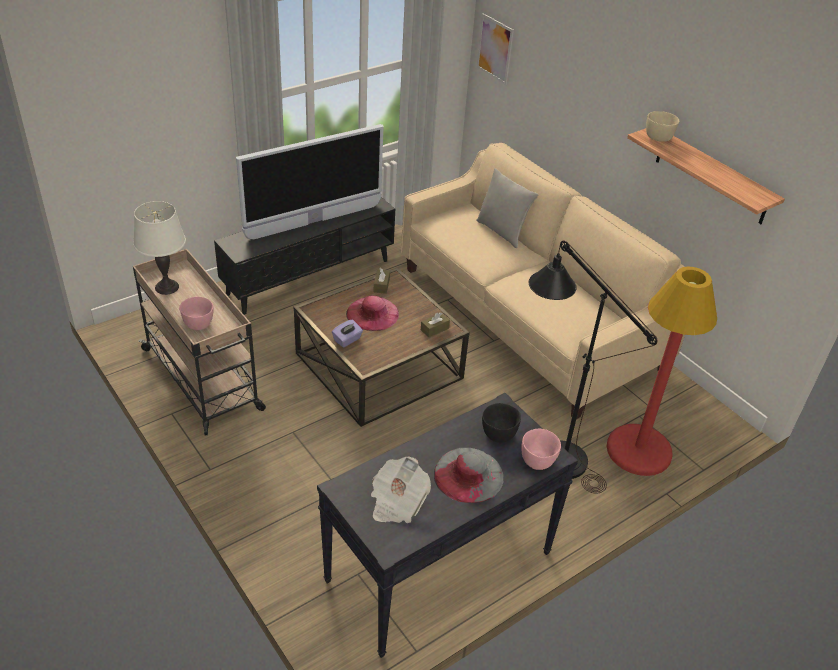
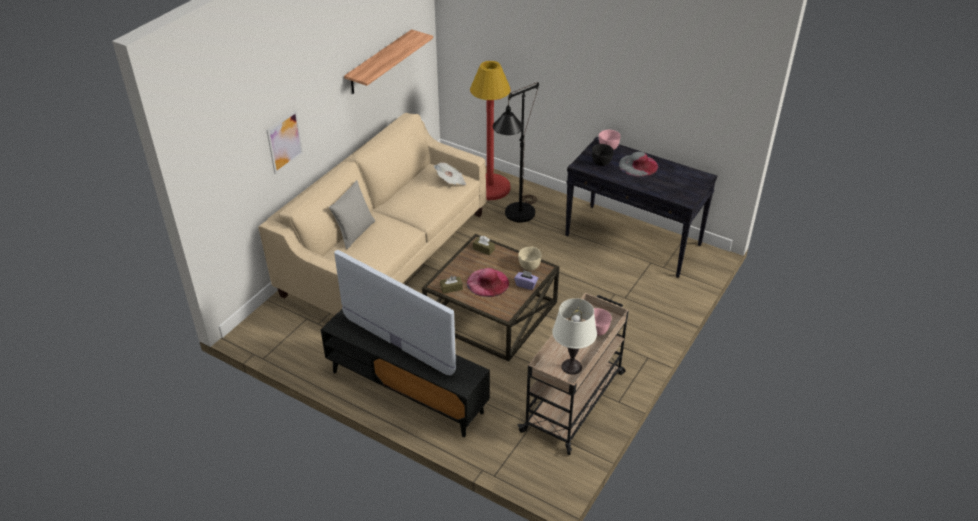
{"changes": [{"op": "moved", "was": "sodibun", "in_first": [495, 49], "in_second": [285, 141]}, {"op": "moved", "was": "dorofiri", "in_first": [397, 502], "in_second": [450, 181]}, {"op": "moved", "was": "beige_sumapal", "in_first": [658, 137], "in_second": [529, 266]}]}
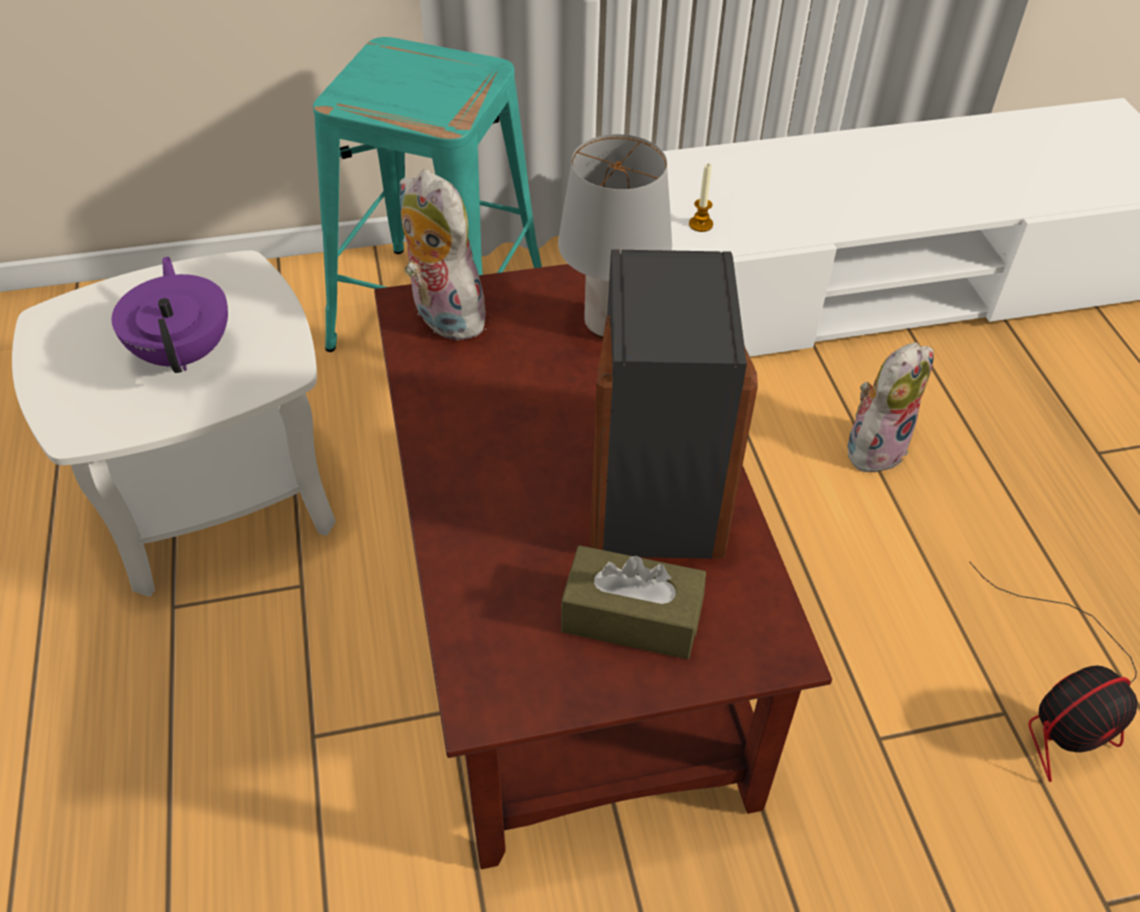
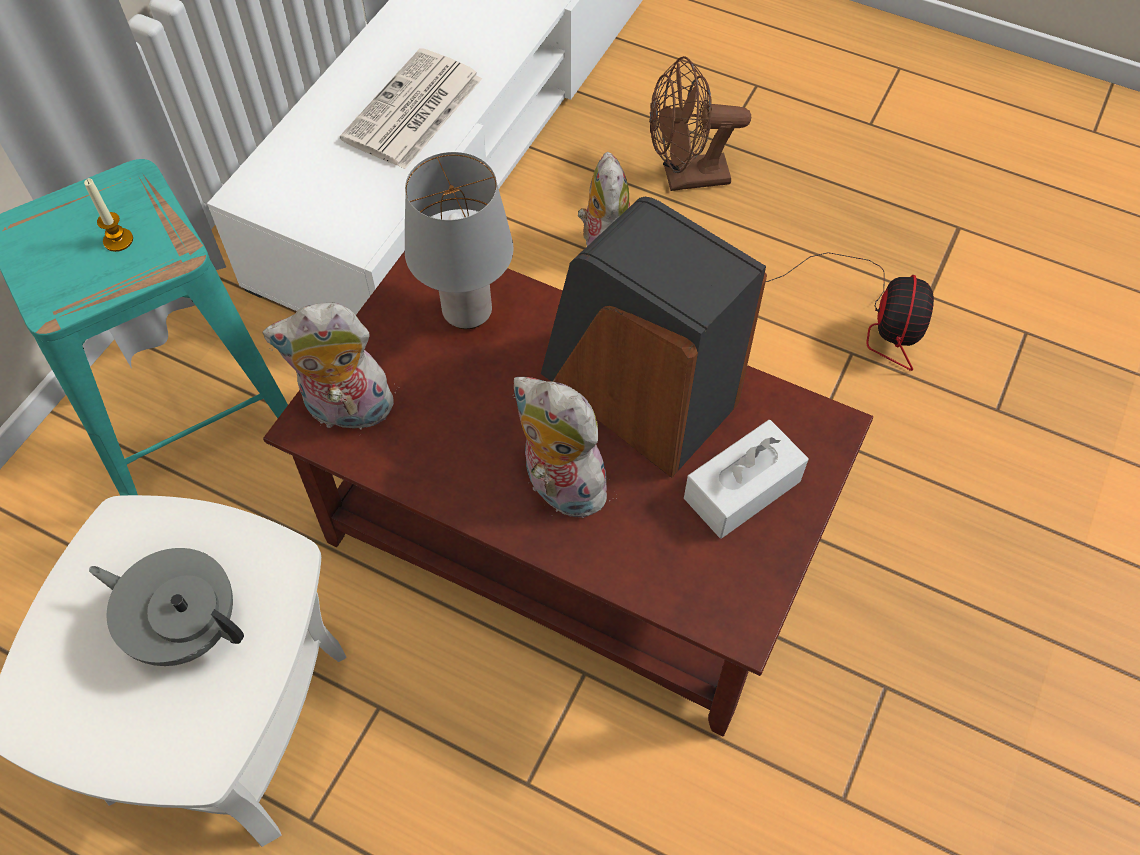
{"changes": [{"op": "moved", "was": "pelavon", "in_first": [700, 224], "in_second": [118, 240]}, {"op": "recoloured", "was": "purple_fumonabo", "now": "grey_fumonabo", "in_first": [185, 351], "in_second": [186, 625]}, {"op": "added", "now": "dorofiri", "in_second": [412, 111]}, {"op": "added", "now": "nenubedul", "in_second": [558, 487]}, {"op": "added", "now": "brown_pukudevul", "in_second": [685, 177]}, {"op": "recoloured", "was": "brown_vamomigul", "now": "white_vamomigul", "in_first": [631, 617], "in_second": [742, 489]}]}
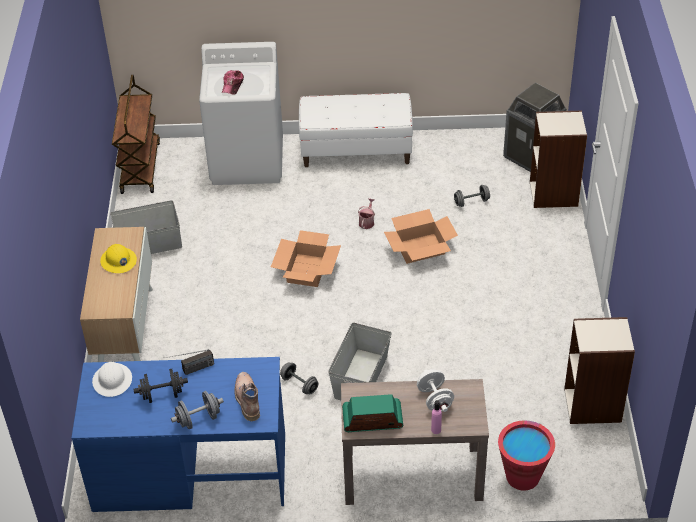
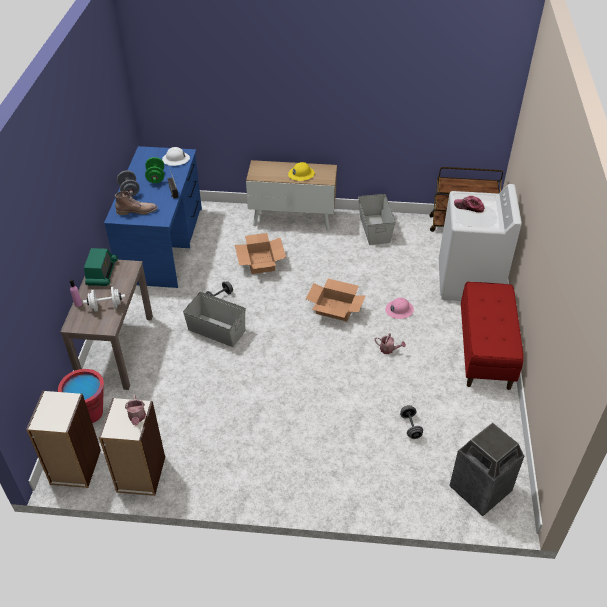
{"changes": [{"op": "moved", "was": "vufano", "in_first": [554, 194], "in_second": [75, 467]}, {"op": "added", "now": "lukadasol", "in_second": [137, 418]}, {"op": "recoloured", "was": "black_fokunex", "now": "green_fokunex", "in_first": [162, 395], "in_second": [156, 178]}, {"op": "moved", "was": "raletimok", "in_first": [420, 248], "in_second": [260, 262]}, {"op": "added", "now": "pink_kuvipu", "in_second": [399, 310]}, {"op": "recoloured", "was": "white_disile", "now": "red_disile", "in_first": [356, 150], "in_second": [485, 351]}]}
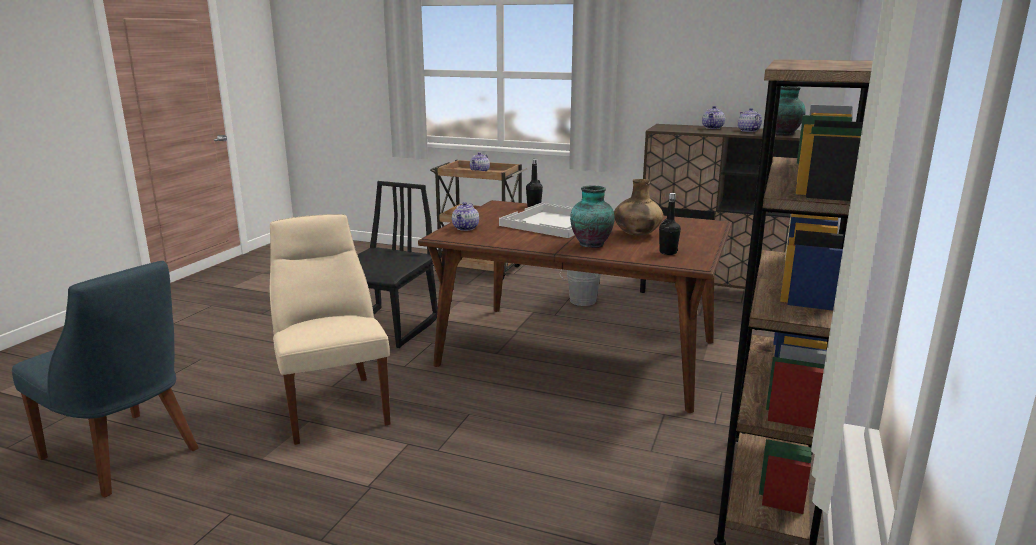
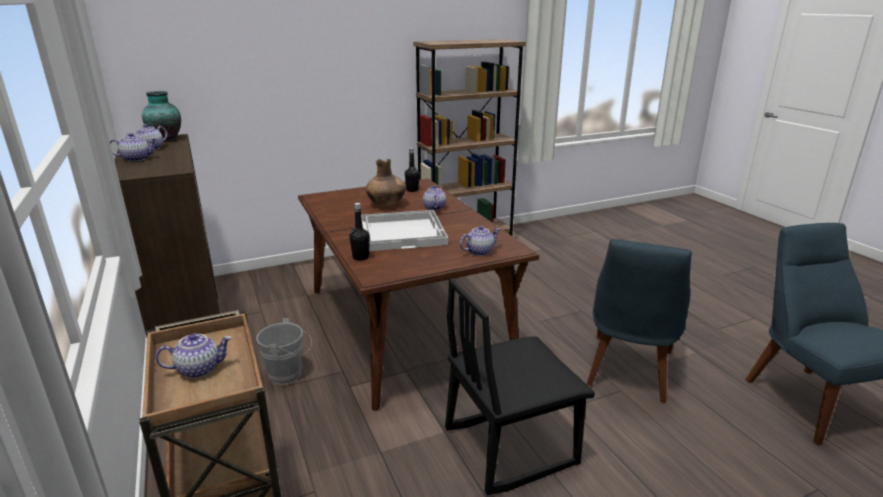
{"changes": [{"op": "replaced", "was": "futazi", "now": "fumonabo", "in_first": [591, 244], "in_second": [434, 207]}, {"op": "recoloured", "was": "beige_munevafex", "now": "blue_munevafex", "in_first": [333, 405], "in_second": [628, 370]}]}
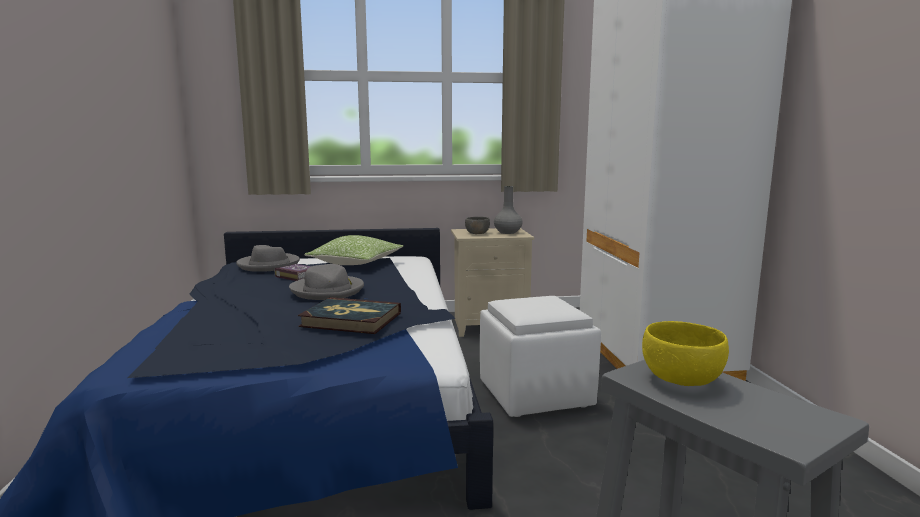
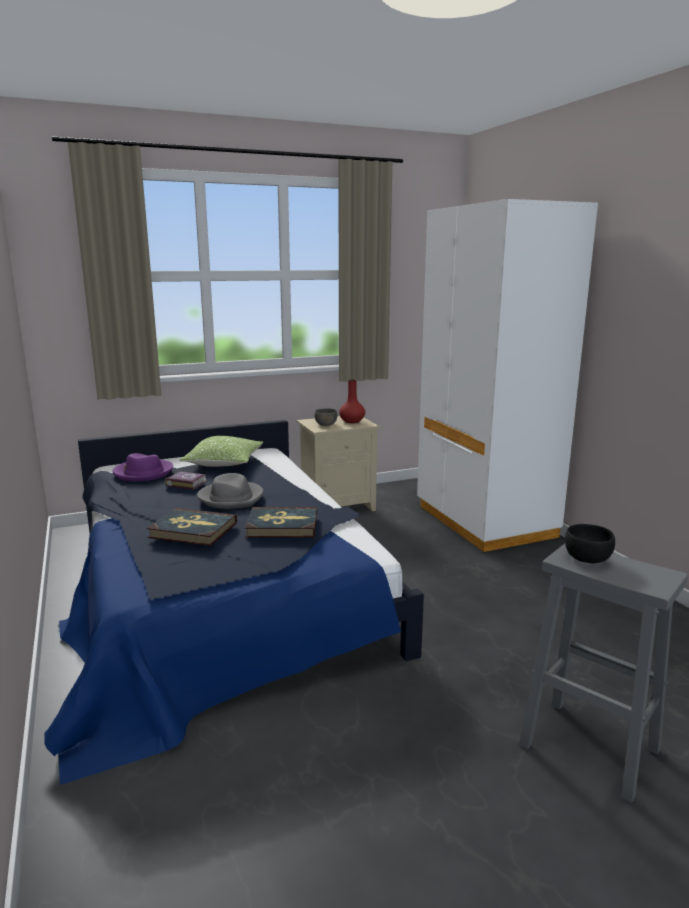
{"changes": [{"op": "recoloured", "was": "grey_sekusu", "now": "purple_sekusu", "in_first": [268, 265], "in_second": [143, 472]}, {"op": "added", "now": "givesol", "in_second": [193, 530]}, {"op": "recoloured", "was": "grey_futazi", "now": "red_futazi", "in_first": [508, 232], "in_second": [352, 421]}, {"op": "recoloured", "was": "yellow_sumapal", "now": "black_sumapal", "in_first": [682, 378], "in_second": [588, 558]}, {"op": "removed", "was": "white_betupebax", "in_first": [536, 394]}]}
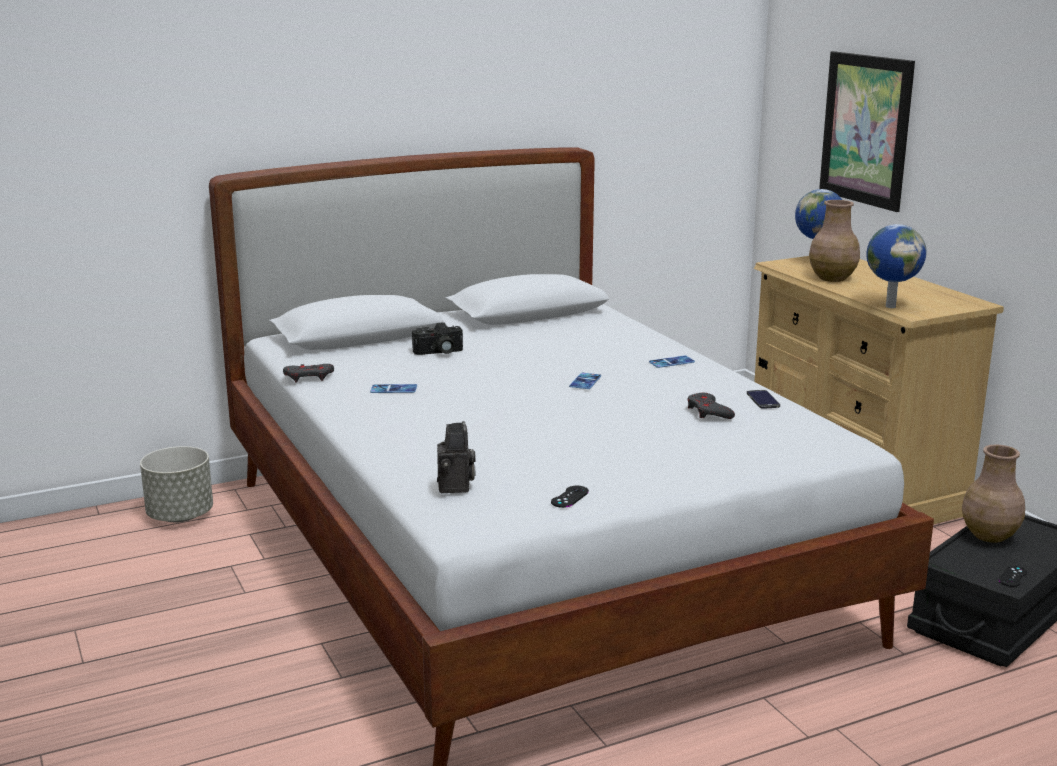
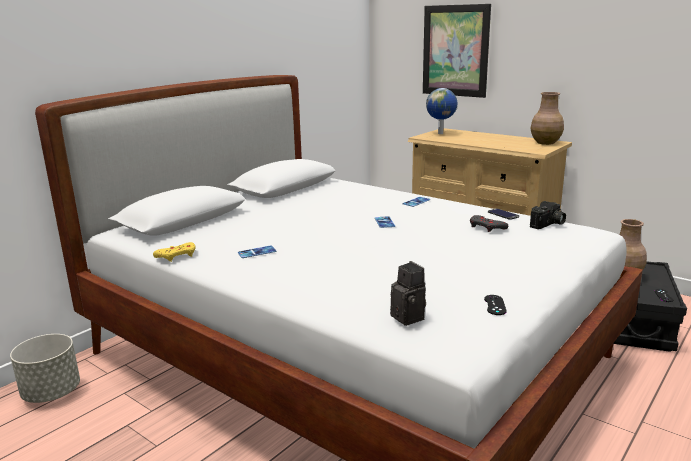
{"changes": [{"op": "recoloured", "was": "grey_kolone", "now": "yellow_kolone", "in_first": [309, 377], "in_second": [177, 255]}, {"op": "moved", "was": "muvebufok", "in_first": [438, 352], "in_second": [548, 224]}, {"op": "moved", "was": "brown_futazi", "in_first": [832, 278], "in_second": [545, 142]}, {"op": "removed", "was": "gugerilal", "in_first": [890, 306]}]}
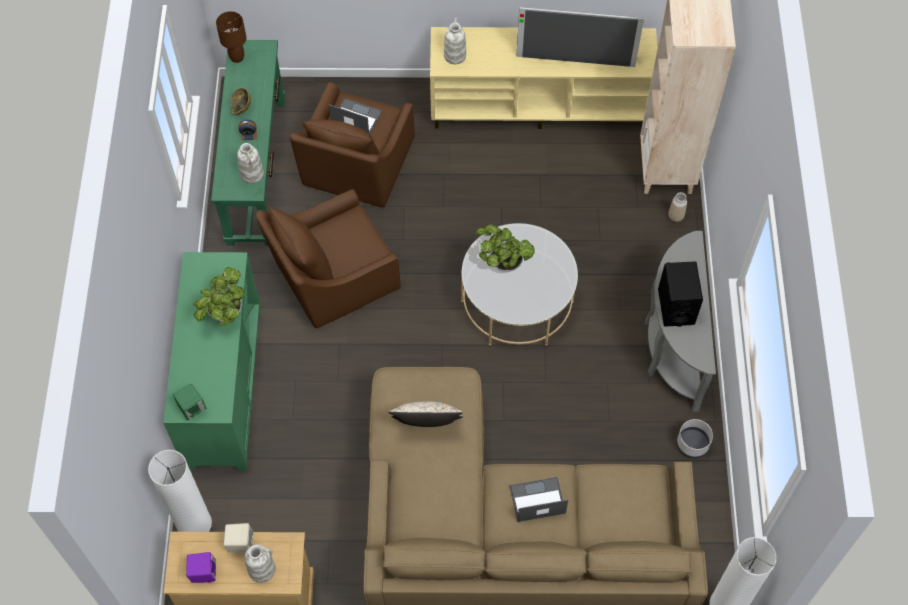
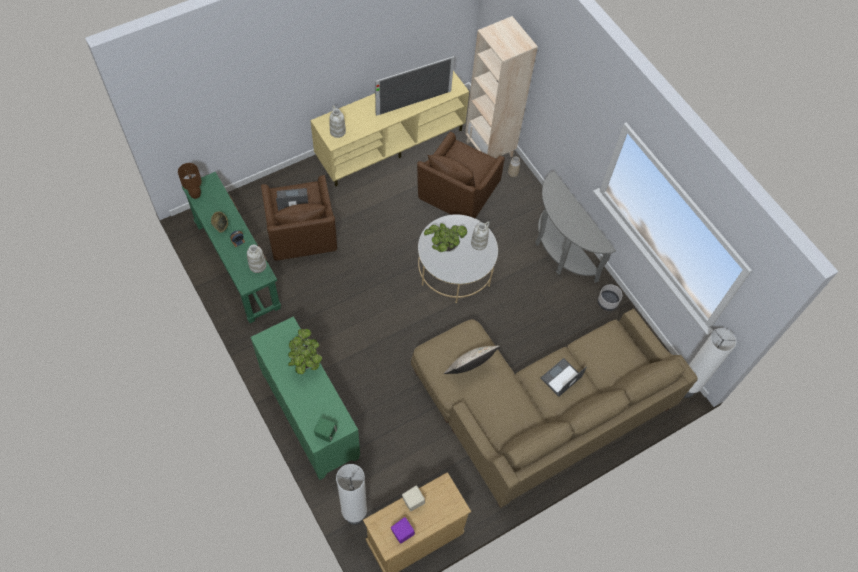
{"changes": [{"op": "moved", "was": "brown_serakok", "in_first": [332, 277], "in_second": [457, 192]}, {"op": "moved", "was": "white_futazi", "in_first": [262, 569], "in_second": [479, 243]}, {"op": "removed", "was": "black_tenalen", "in_first": [676, 306]}]}
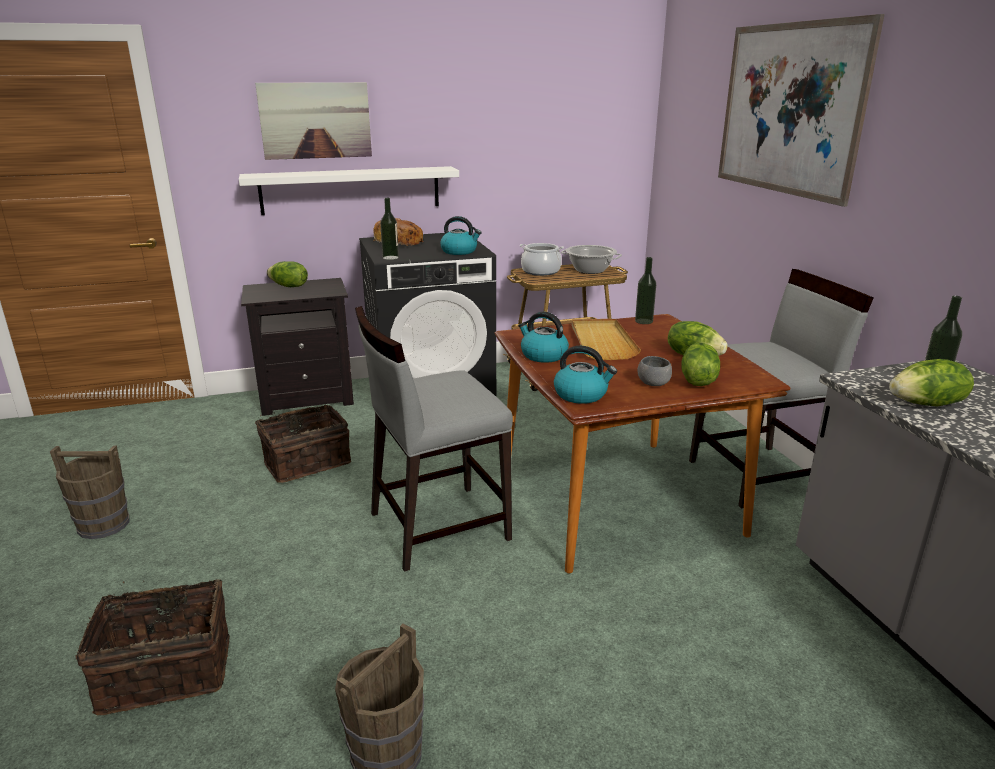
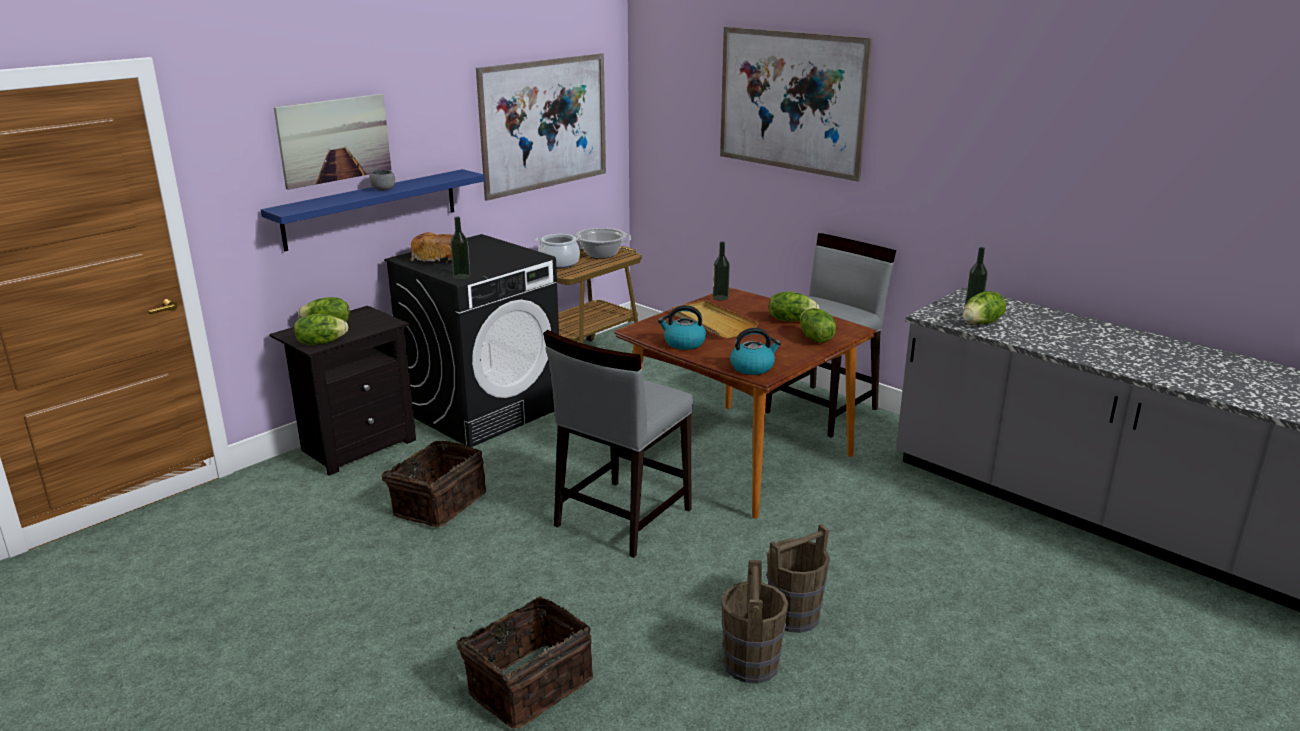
{"changes": [{"op": "recoloured", "was": "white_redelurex", "now": "blue_redelurex", "in_first": [351, 190], "in_second": [371, 209]}, {"op": "added", "now": "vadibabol", "in_second": [320, 342]}, {"op": "moved", "was": "grey_sumapal", "in_first": [653, 383], "in_second": [383, 189]}, {"op": "added", "now": "sodibun", "in_second": [545, 124]}, {"op": "moved", "was": "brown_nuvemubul", "in_first": [103, 524], "in_second": [793, 616]}, {"op": "removed", "was": "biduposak", "in_first": [459, 251]}]}
